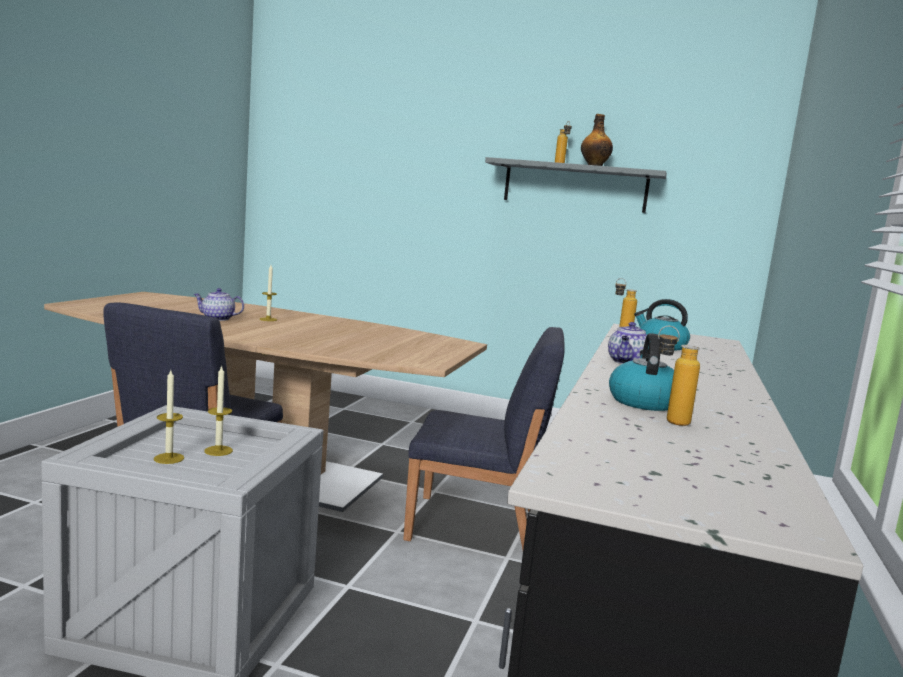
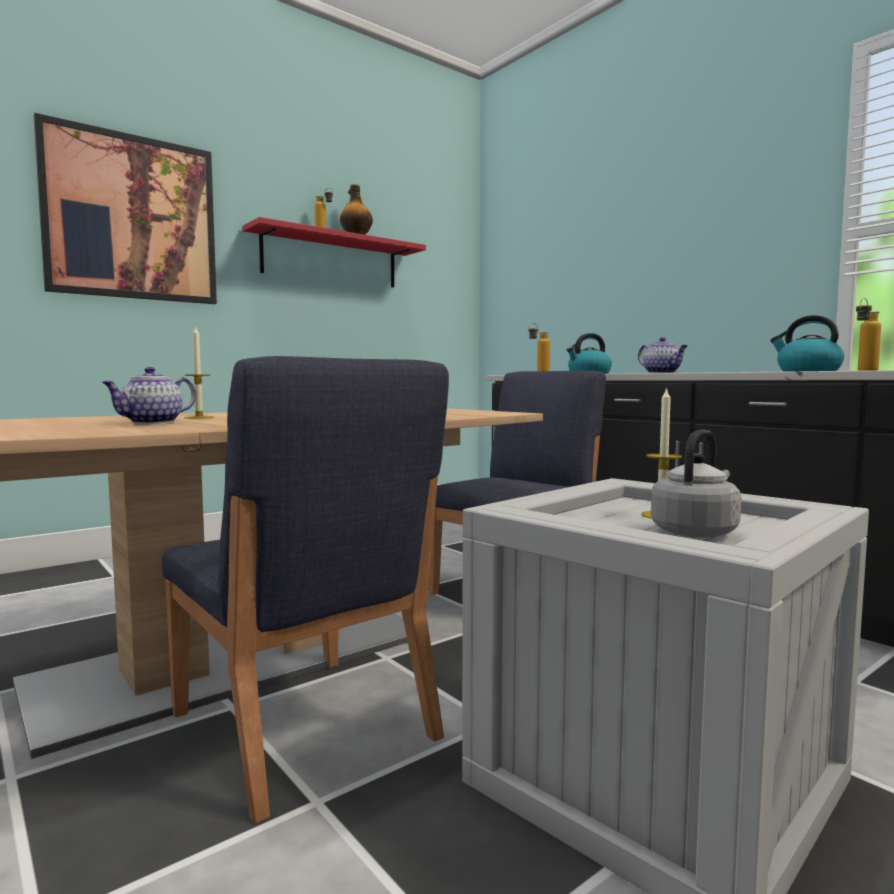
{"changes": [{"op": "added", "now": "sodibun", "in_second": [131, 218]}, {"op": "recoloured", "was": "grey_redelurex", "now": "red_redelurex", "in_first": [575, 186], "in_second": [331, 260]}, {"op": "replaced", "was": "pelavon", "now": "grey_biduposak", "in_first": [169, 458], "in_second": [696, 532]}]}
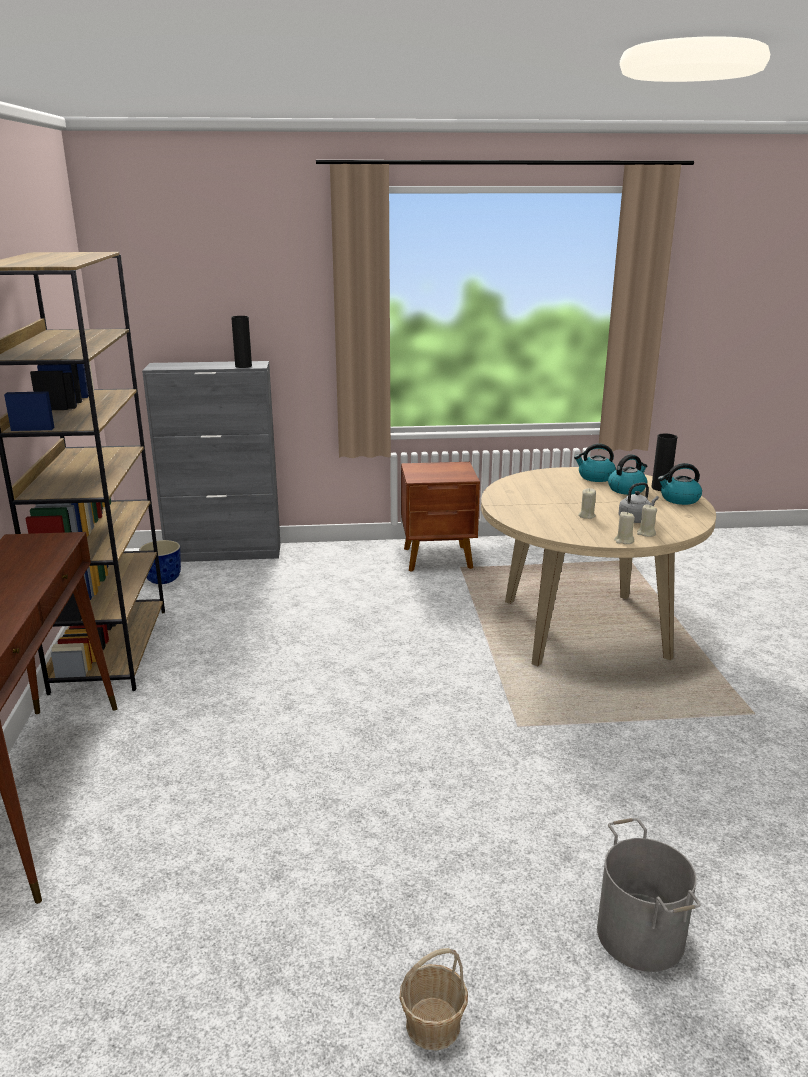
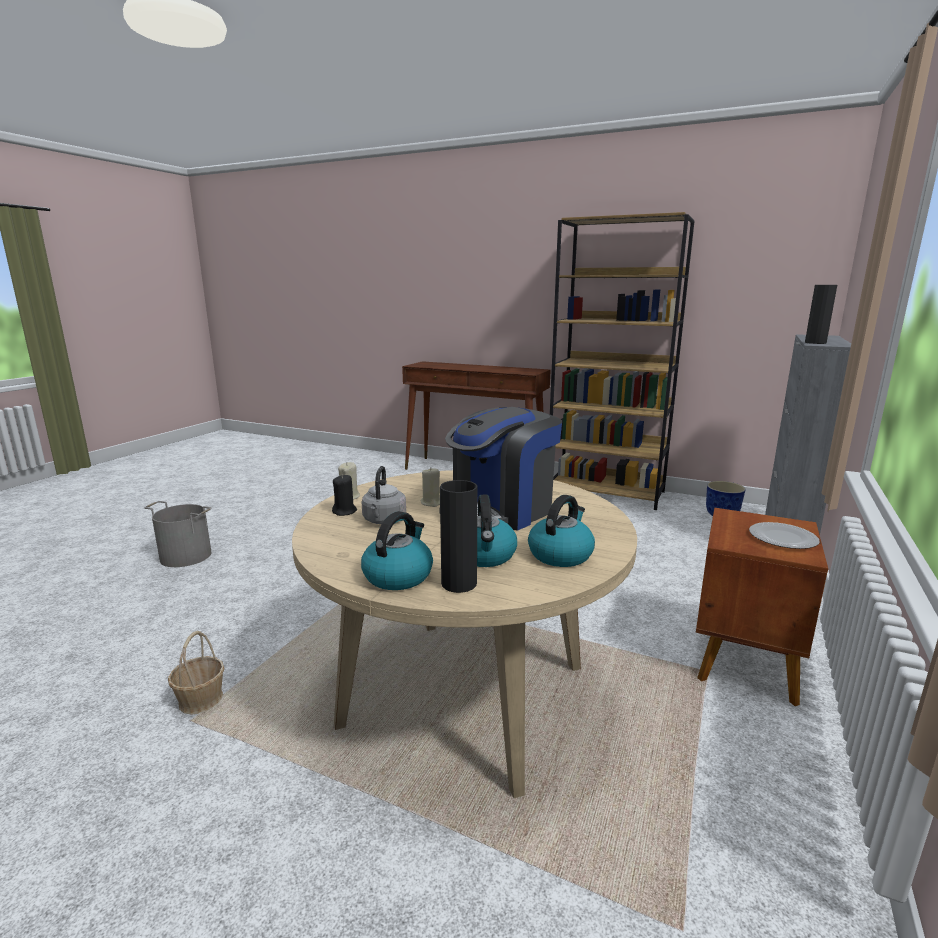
{"changes": [{"op": "moved", "was": "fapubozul", "in_first": [433, 1024], "in_second": [200, 700]}, {"op": "recoloured", "was": "beige_pelavon", "now": "black_pelavon", "in_first": [646, 533], "in_second": [345, 511]}, {"op": "added", "now": "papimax", "in_second": [500, 511]}, {"op": "added", "now": "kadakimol", "in_second": [781, 538]}]}
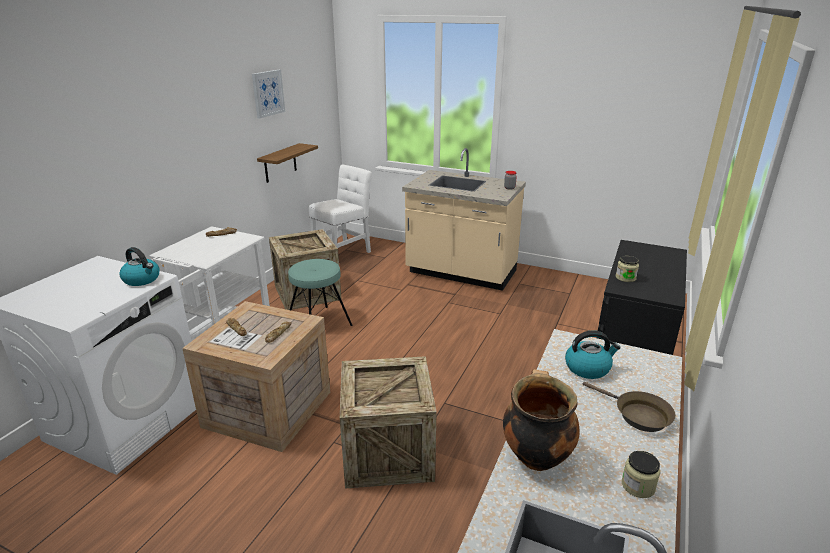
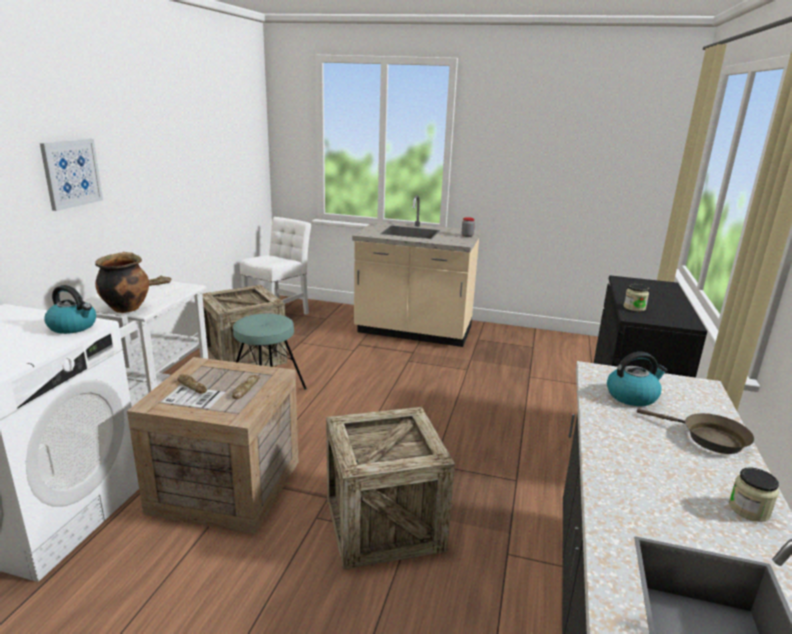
{"changes": [{"op": "moved", "was": "sodibun", "in_first": [268, 93], "in_second": [71, 173]}, {"op": "moved", "was": "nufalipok", "in_first": [535, 455], "in_second": [126, 308]}, {"op": "removed", "was": "redelurex", "in_first": [280, 163]}]}
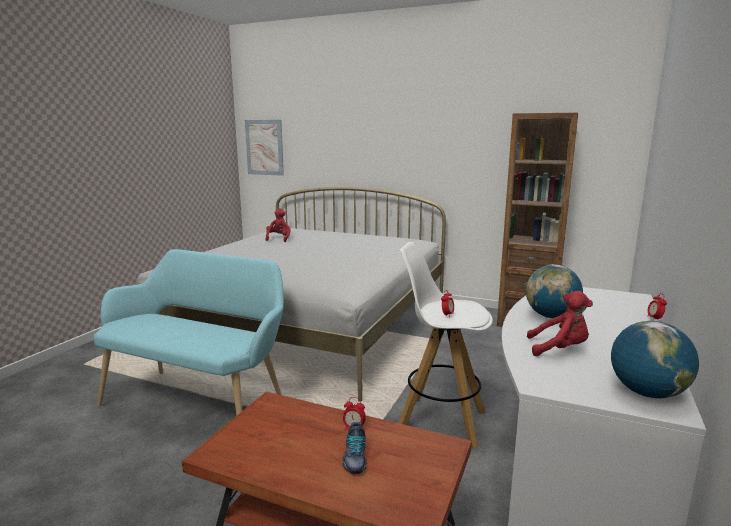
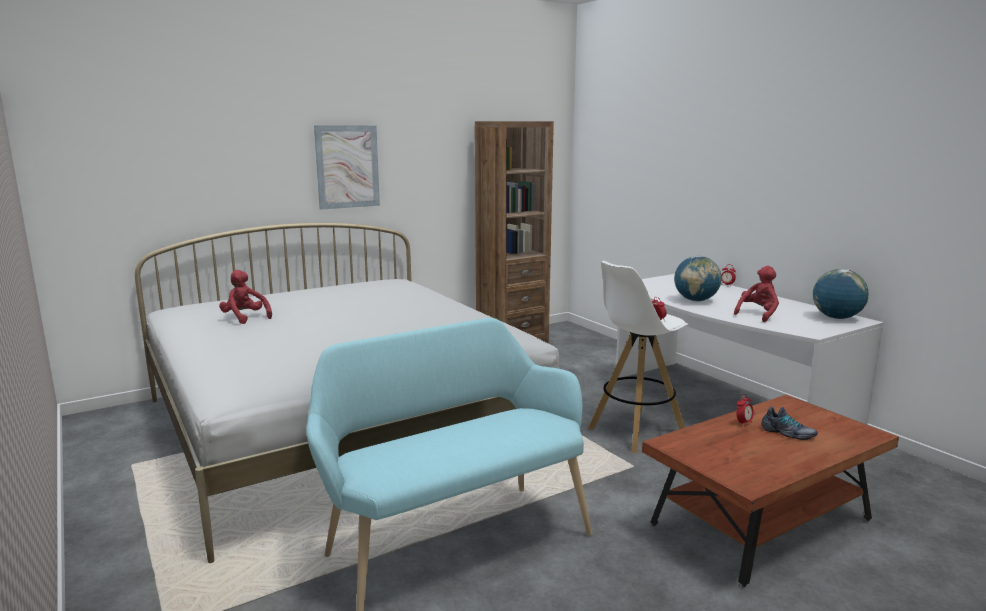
{"changes": [{"op": "moved", "was": "sodibun", "in_first": [264, 147], "in_second": [347, 166]}]}
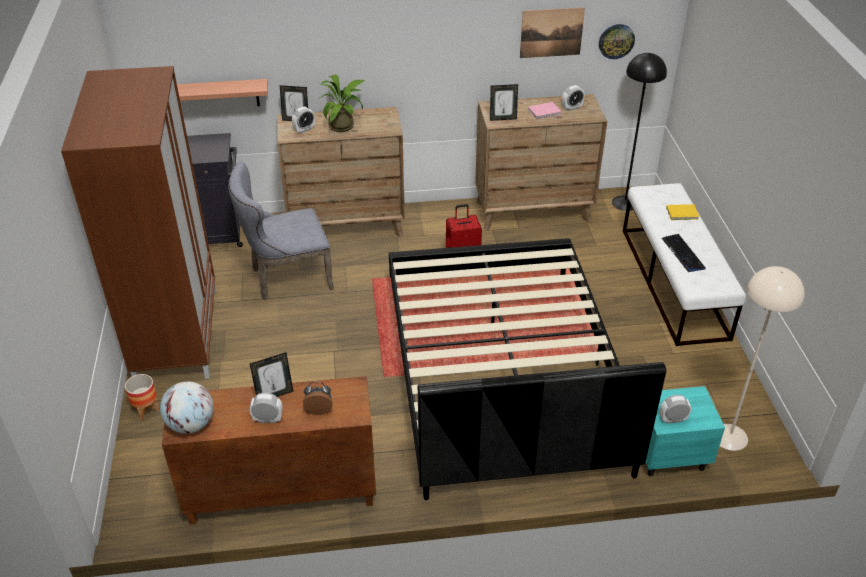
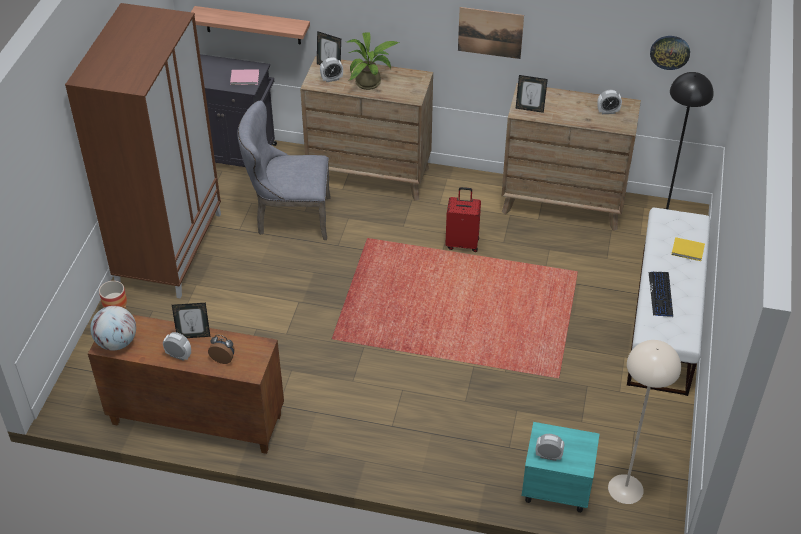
{"changes": [{"op": "moved", "was": "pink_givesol", "in_first": [545, 112], "in_second": [245, 78]}, {"op": "moved", "was": "sodibun", "in_first": [551, 32], "in_second": [490, 32]}, {"op": "removed", "was": "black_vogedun", "in_first": [501, 374]}]}
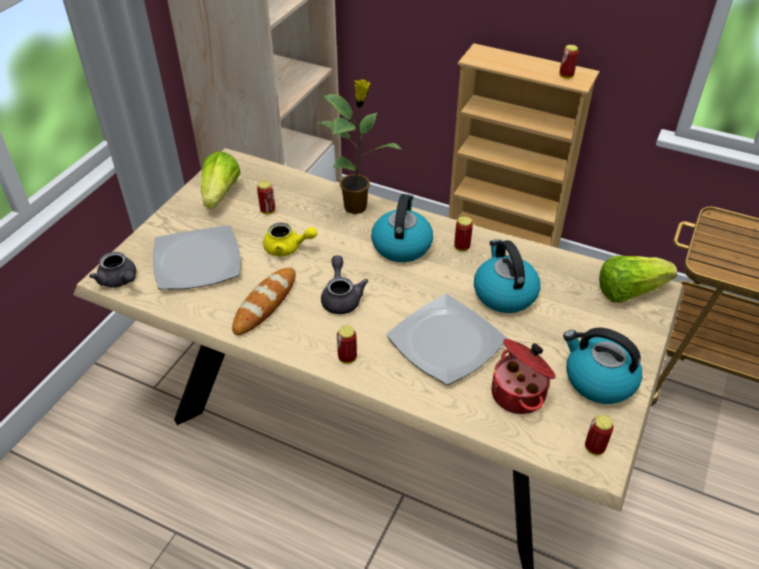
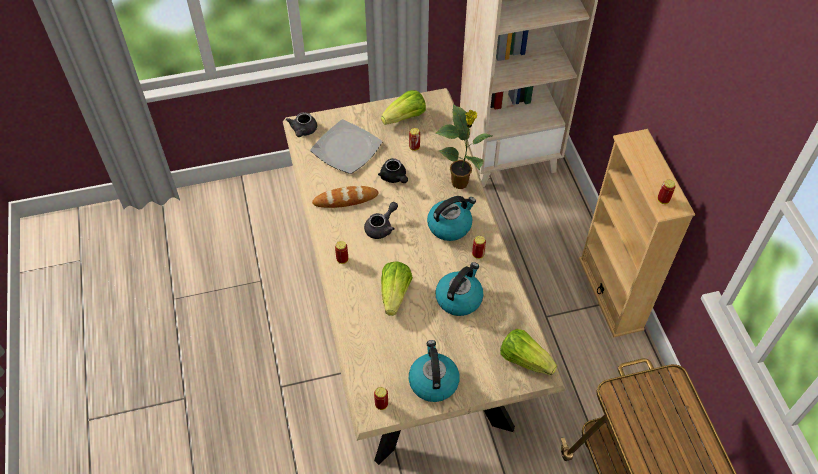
{"changes": [{"op": "recoloured", "was": "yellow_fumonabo", "now": "black_fumonabo", "in_first": [287, 248], "in_second": [394, 178]}, {"op": "replaced", "was": "kadakimol", "now": "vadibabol", "in_first": [446, 341], "in_second": [395, 294]}, {"op": "removed", "was": "nufalipok", "in_first": [519, 393]}]}
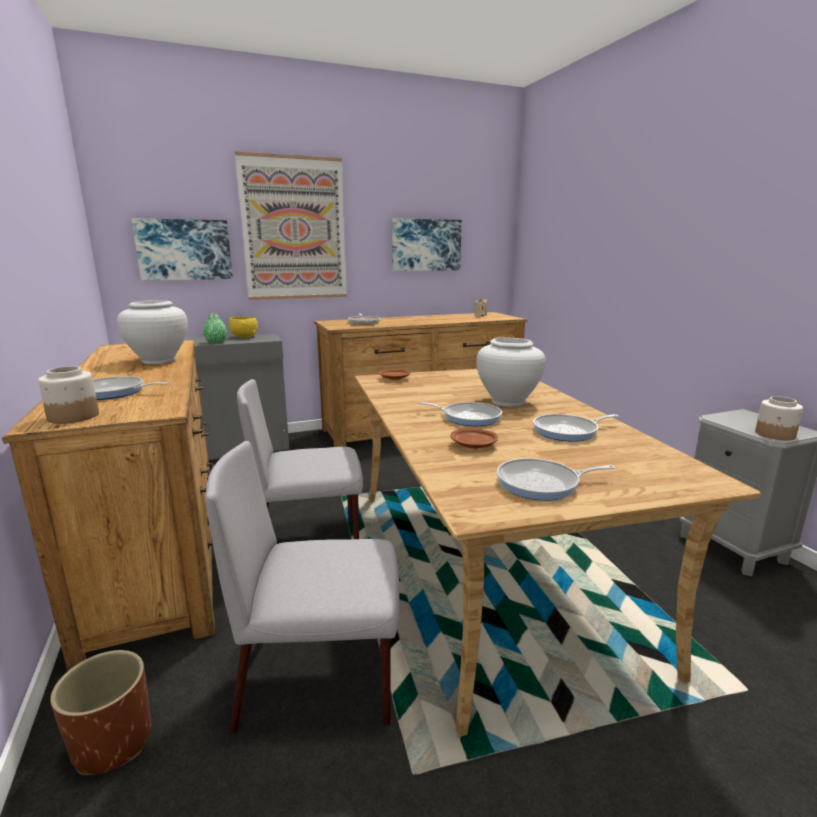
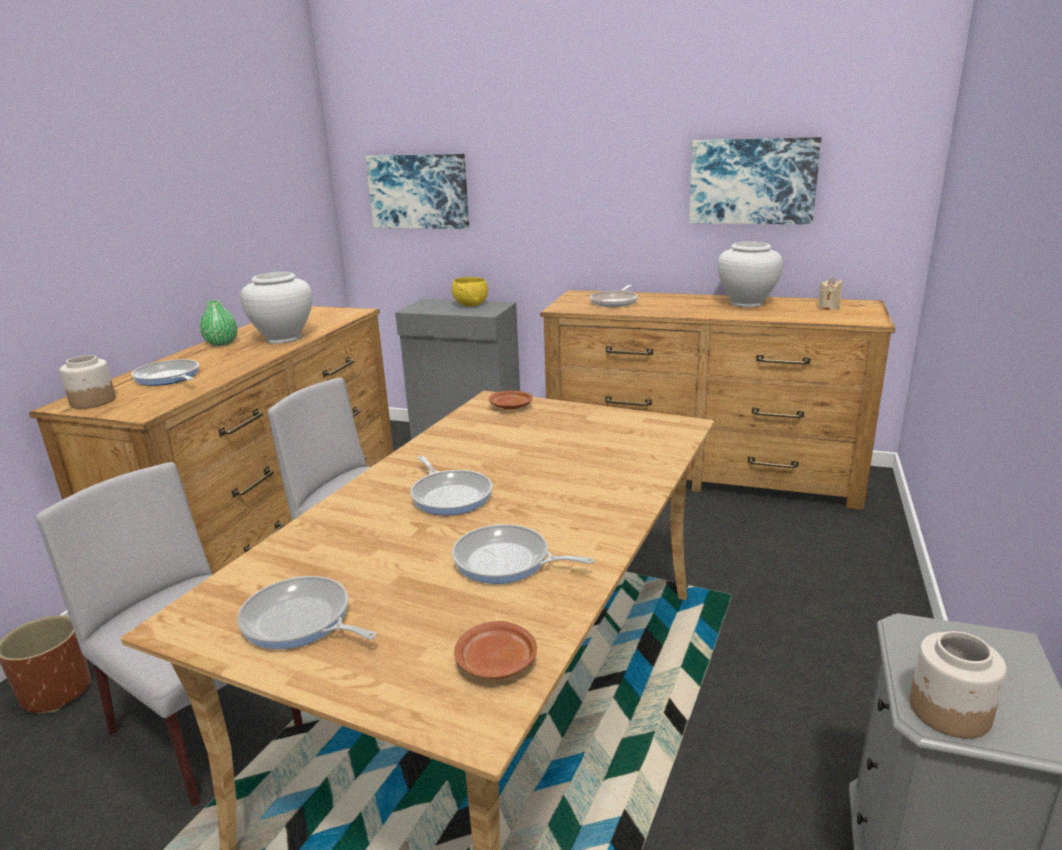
{"changes": [{"op": "moved", "was": "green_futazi", "in_first": [216, 342], "in_second": [222, 343]}, {"op": "moved", "was": "brown_kadakimol", "in_first": [474, 445], "in_second": [496, 663]}, {"op": "moved", "was": "white_futazi", "in_first": [508, 402], "in_second": [746, 303]}, {"op": "removed", "was": "sodibun", "in_first": [294, 229]}]}
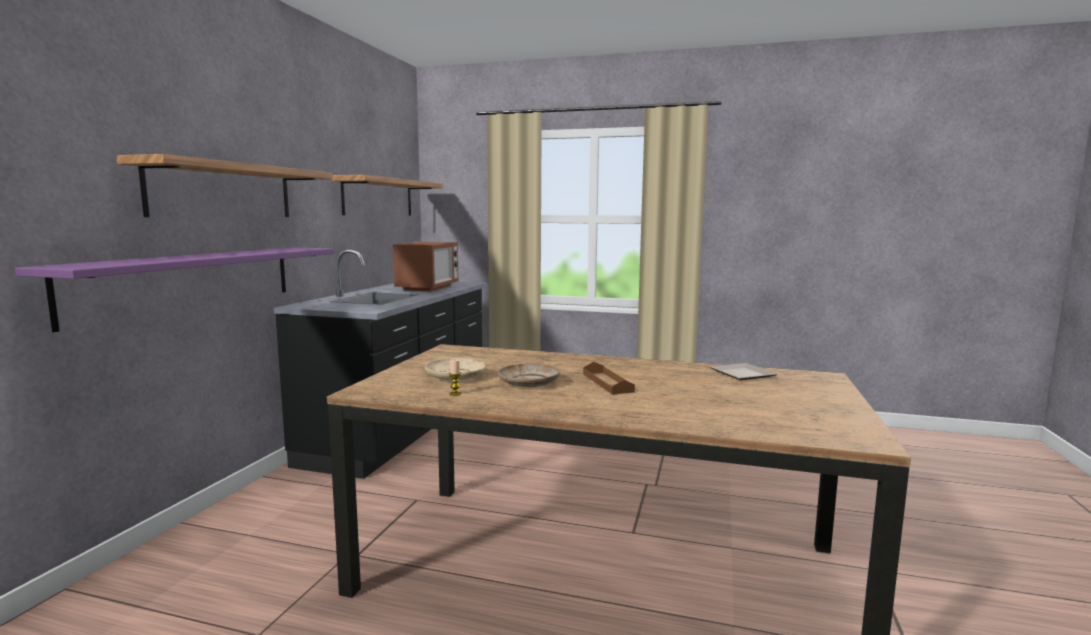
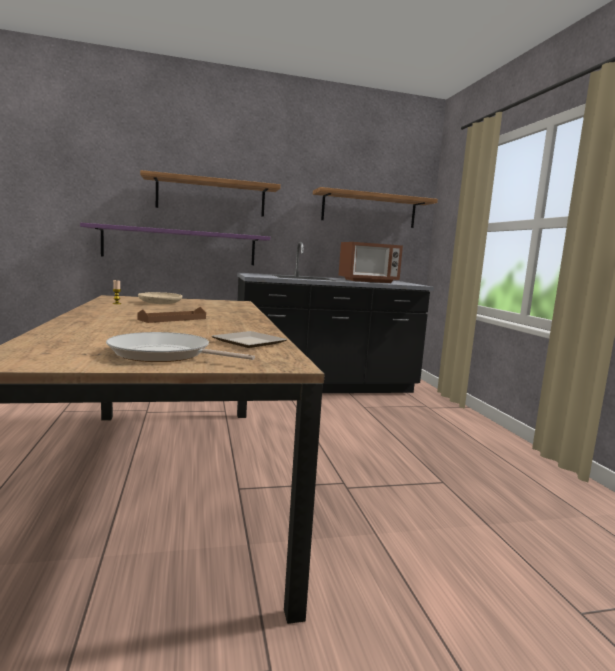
{"changes": [{"op": "added", "now": "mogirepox", "in_second": [165, 354]}, {"op": "removed", "was": "beige_kadakimol", "in_first": [529, 383]}]}
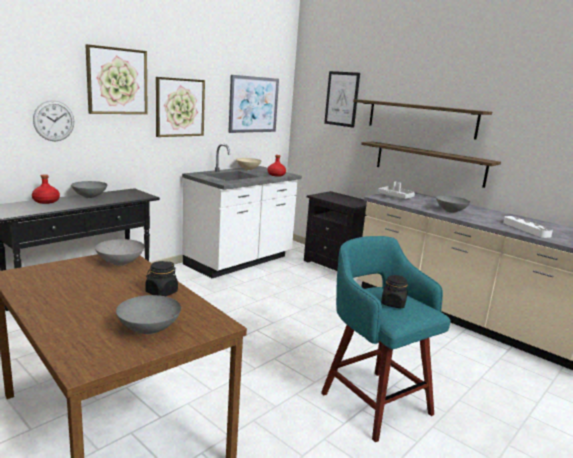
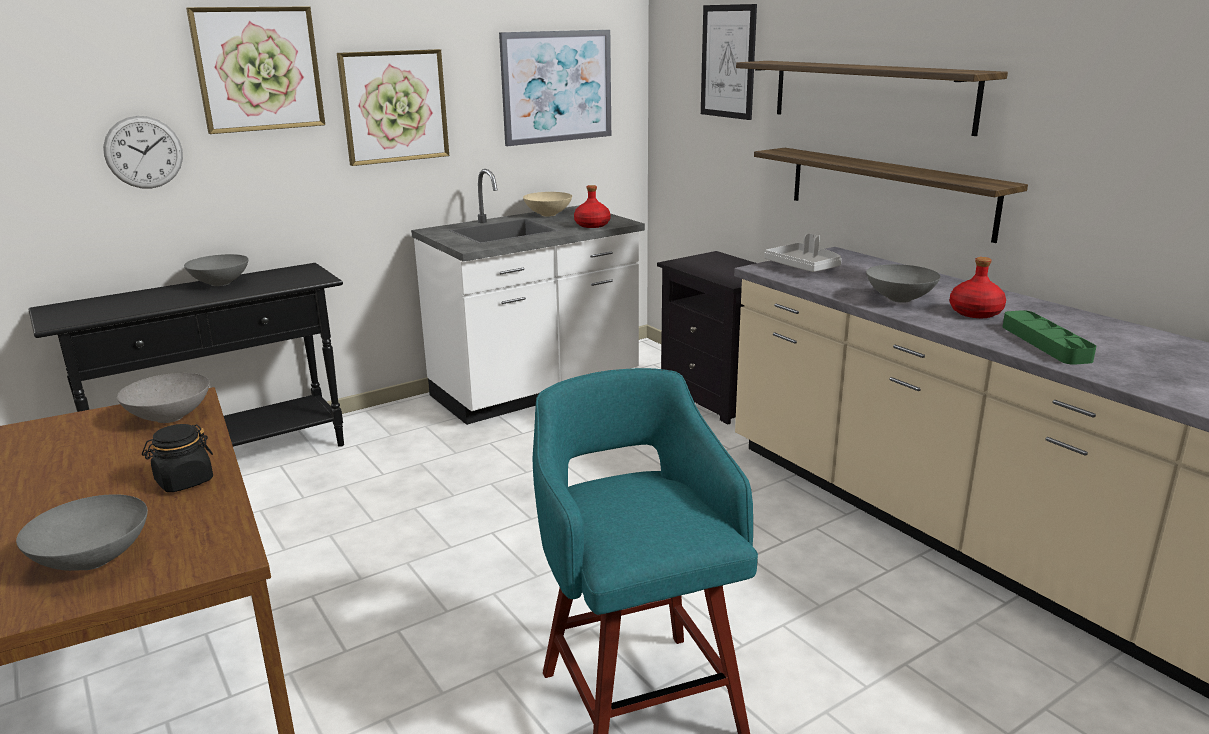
{"changes": [{"op": "moved", "was": "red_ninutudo", "in_first": [46, 201], "in_second": [975, 312]}, {"op": "recoloured", "was": "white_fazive", "now": "green_fazive", "in_first": [526, 229], "in_second": [1045, 343]}, {"op": "removed", "was": "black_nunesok", "in_first": [393, 304]}]}
